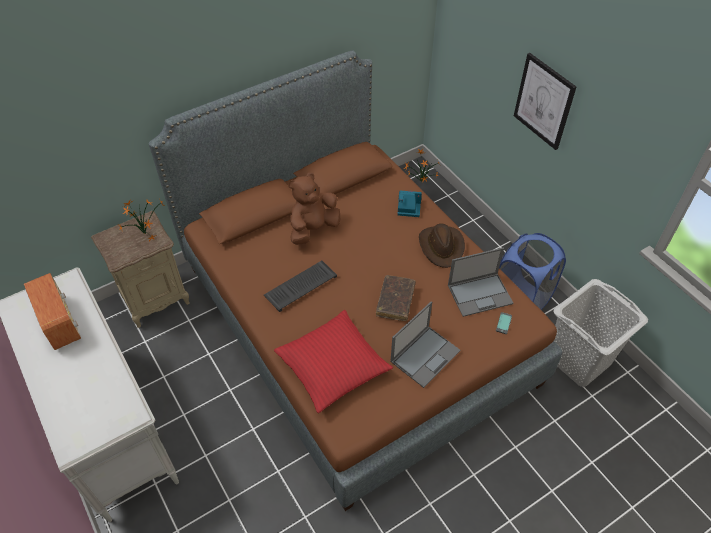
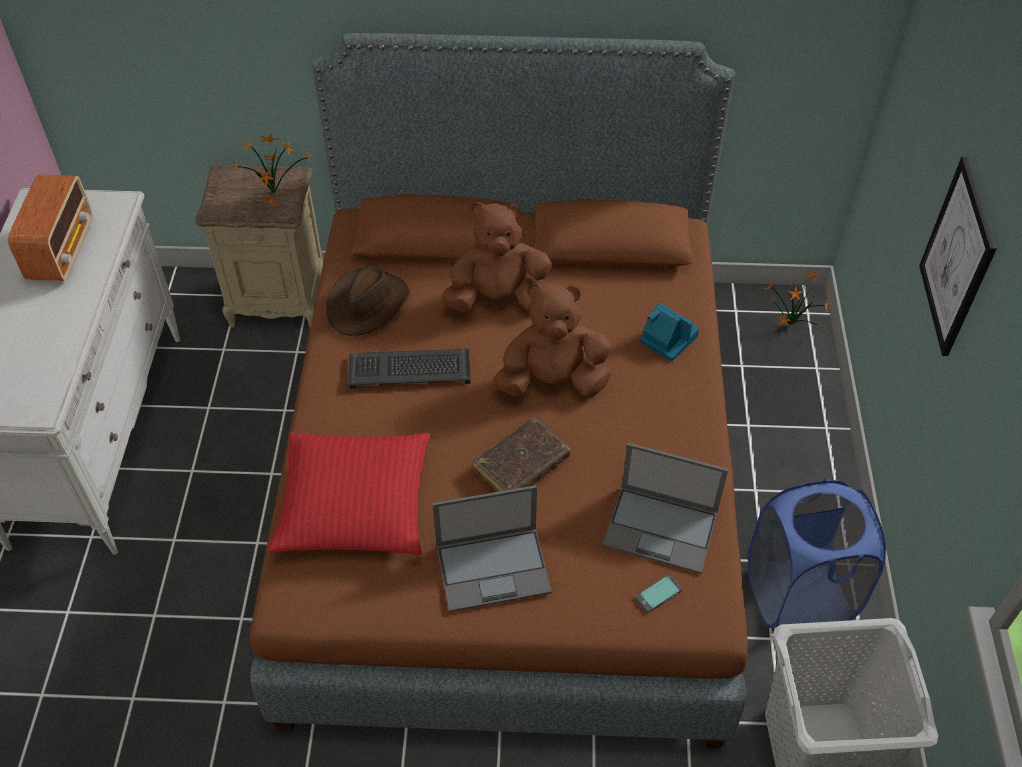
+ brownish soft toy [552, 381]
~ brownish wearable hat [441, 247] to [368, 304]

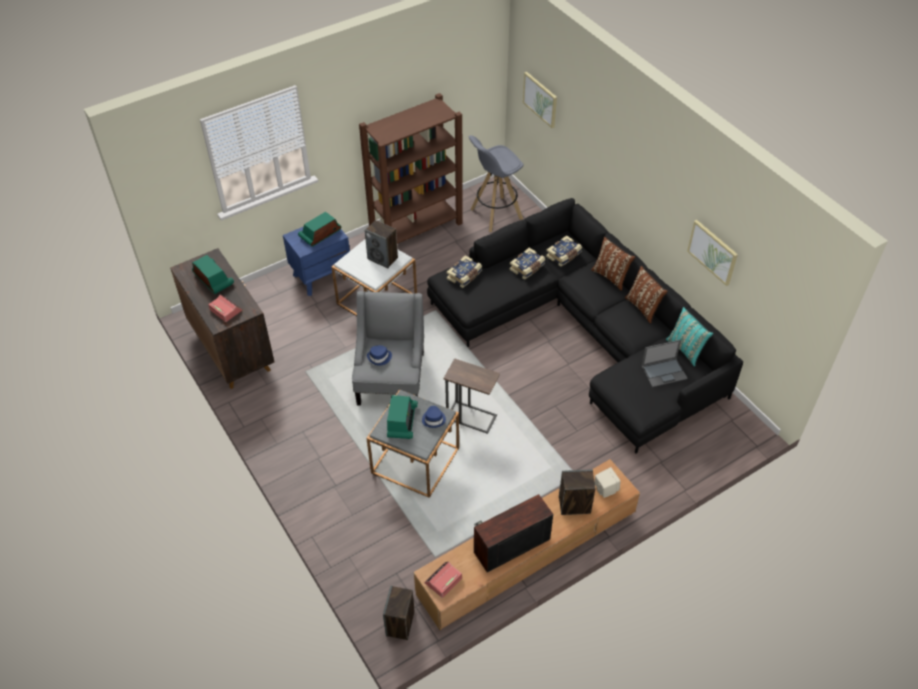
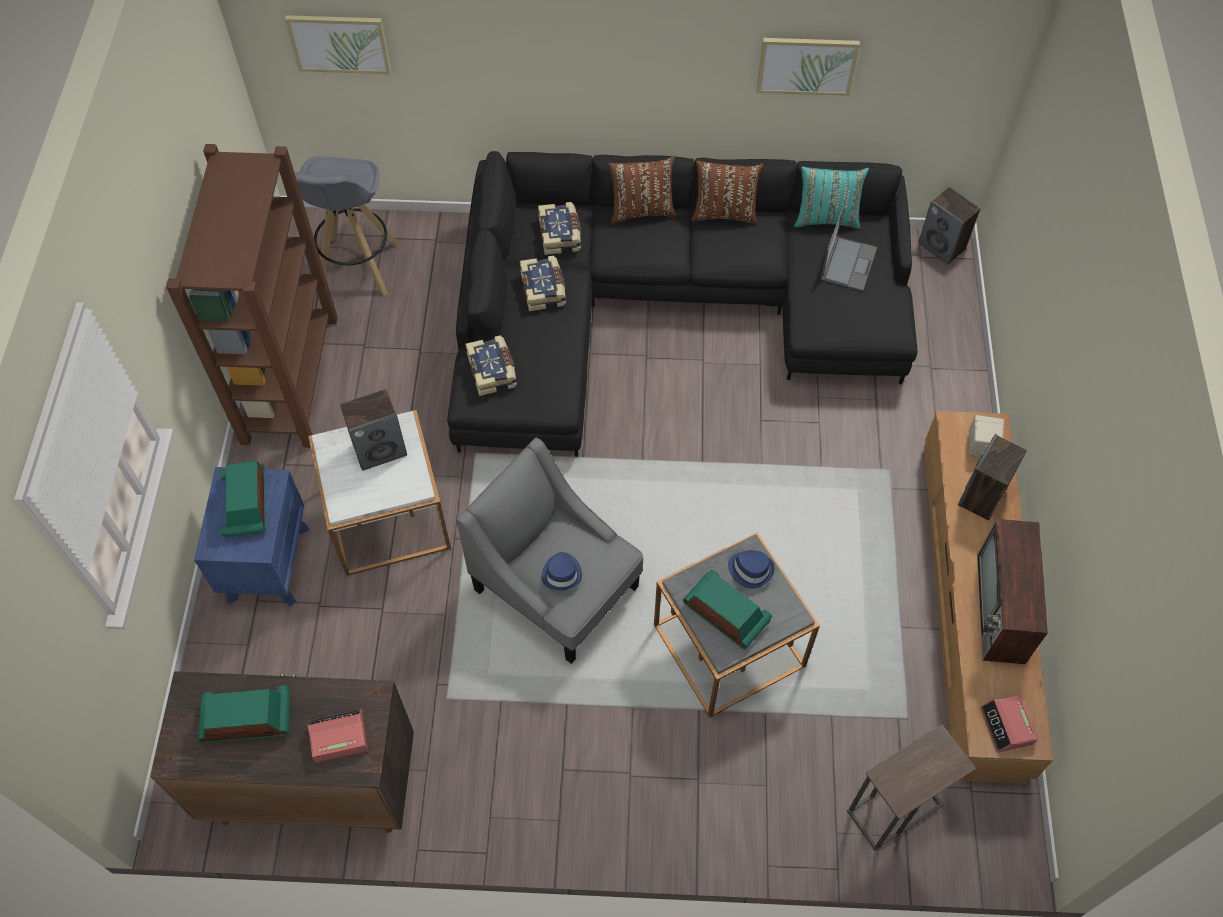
~ audio speaker [400, 624] to [942, 246]
~ brownish side table [470, 417] to [894, 809]

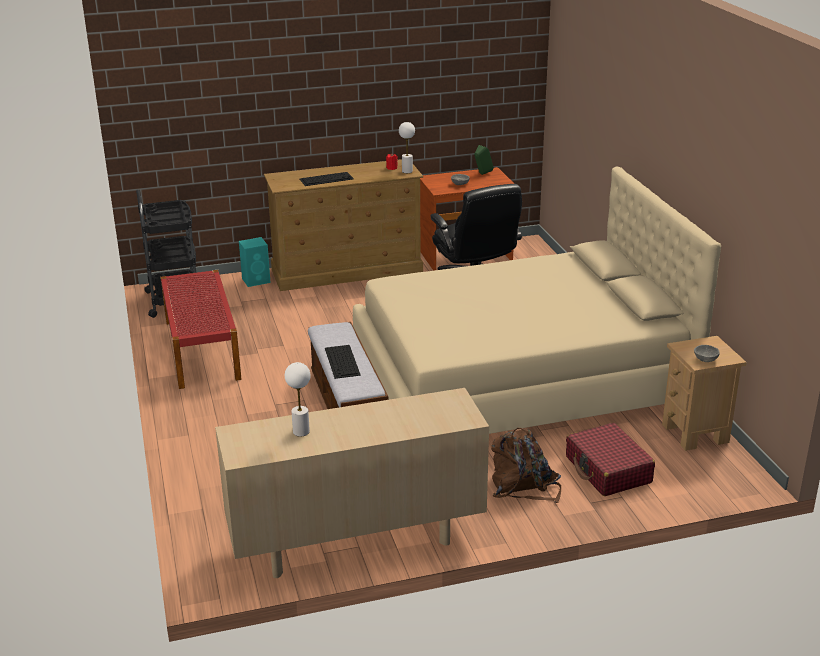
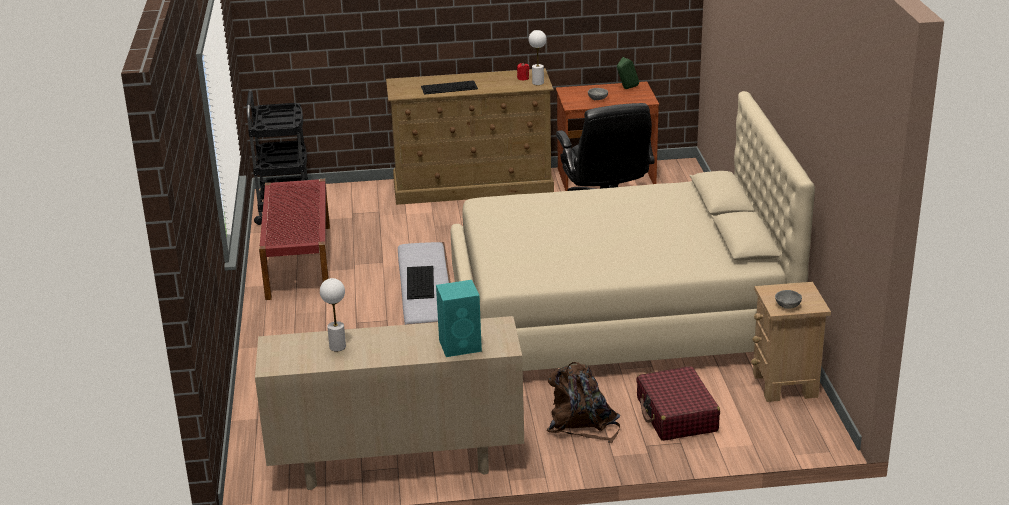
~ turquoise audio speaker [257, 280] to [461, 345]

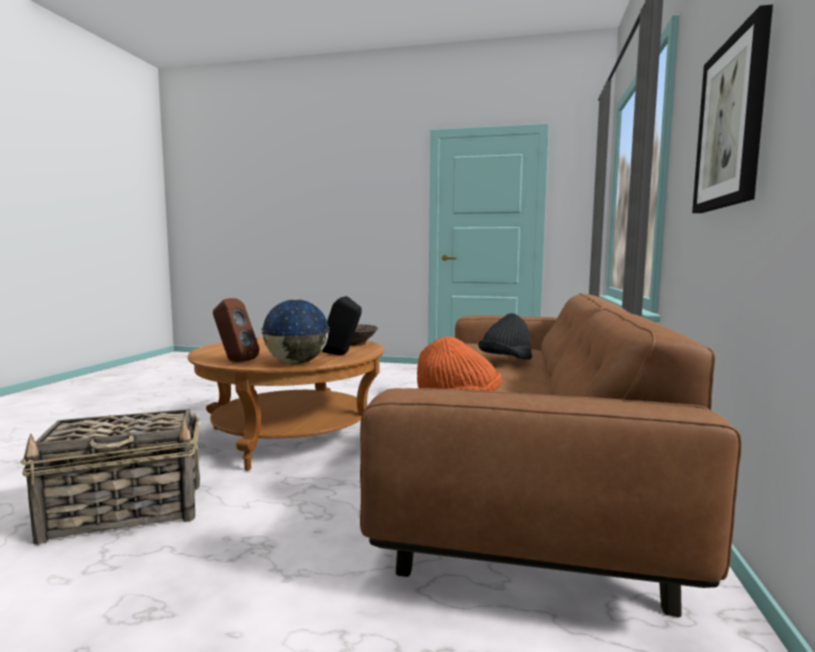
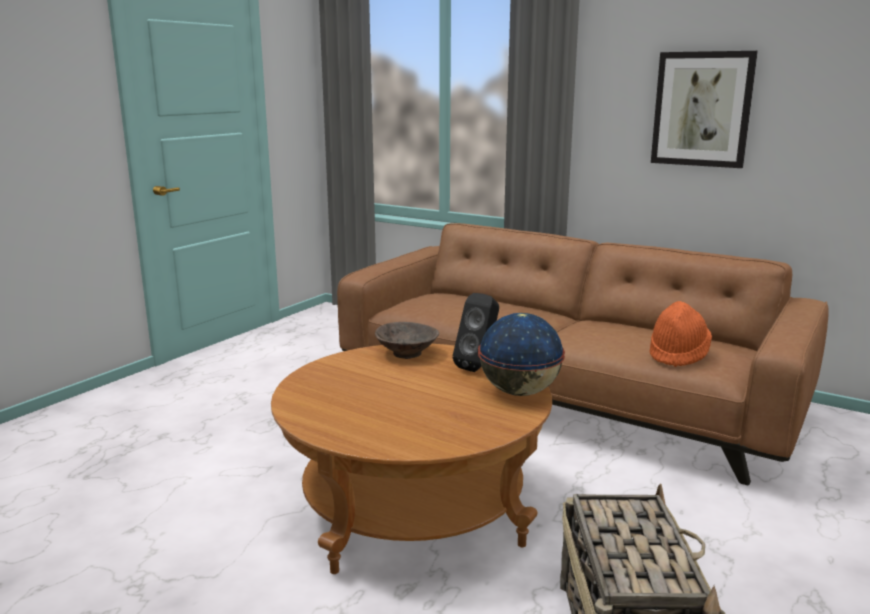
- brownish audio speaker [234, 361]
- blackish wearable hat [505, 360]

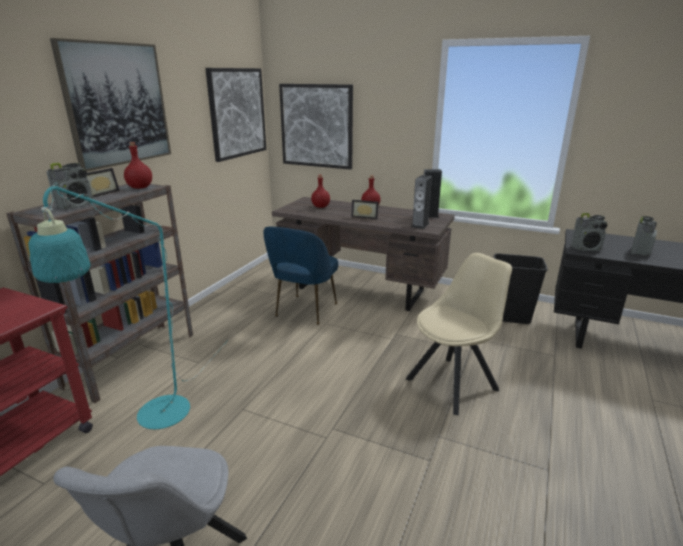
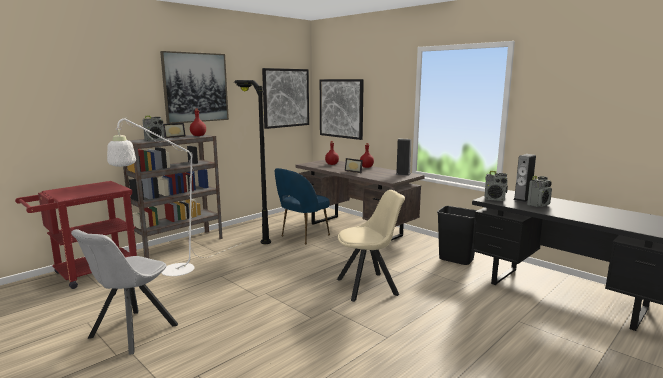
+ blackish standing lamp [255, 233]
~ audio speaker [420, 225] to [522, 199]
~ turquoise standing lamp [156, 421] to white standing lamp [170, 272]

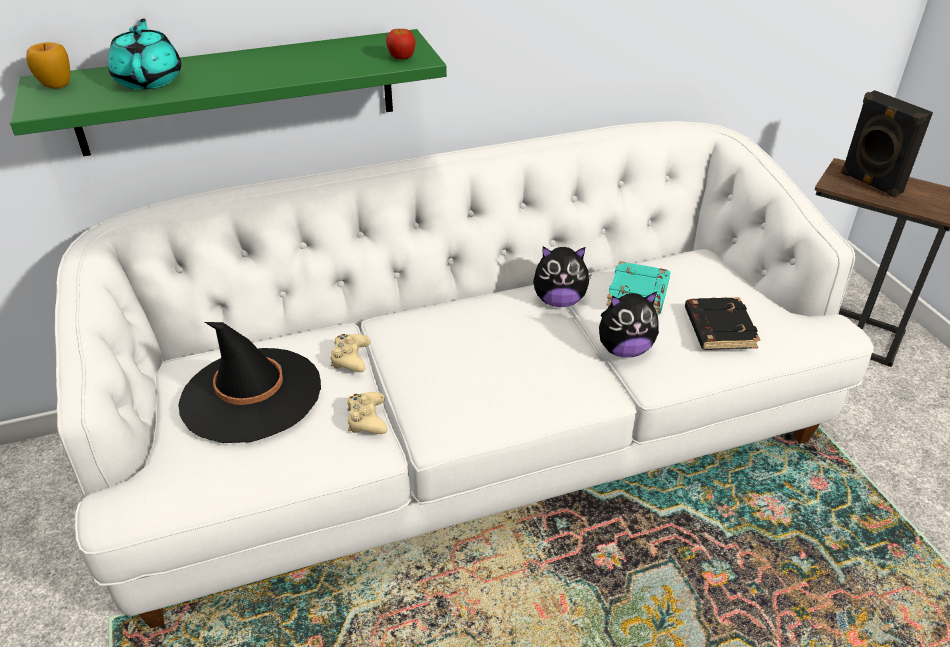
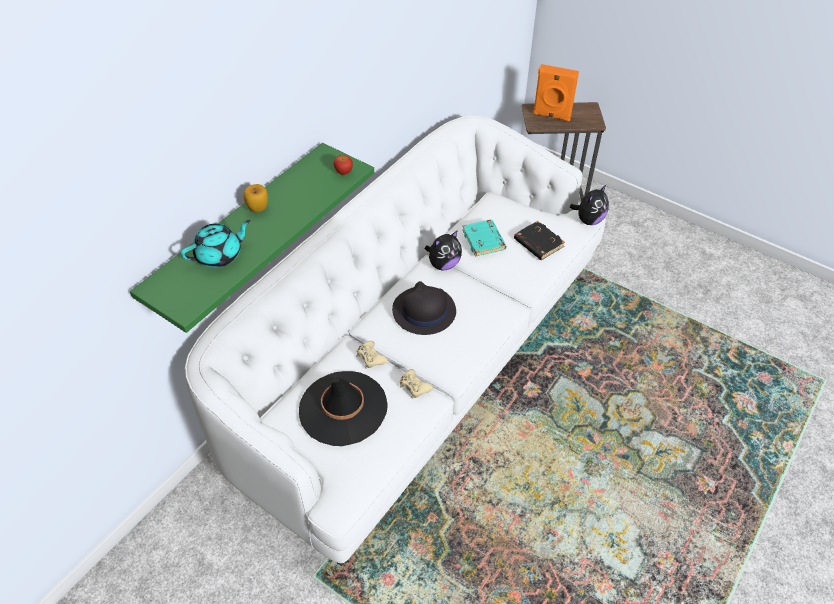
+ blackish wearable hat [423, 311]
~ apple fruit [57, 86] to [258, 209]
~ soft toy [624, 349] to [588, 220]
~ blackish audio speaker [870, 183] to orange-coloured audio speaker [551, 116]
~ turquoise tea pot [149, 79] = [220, 255] 105 degrees clockwise

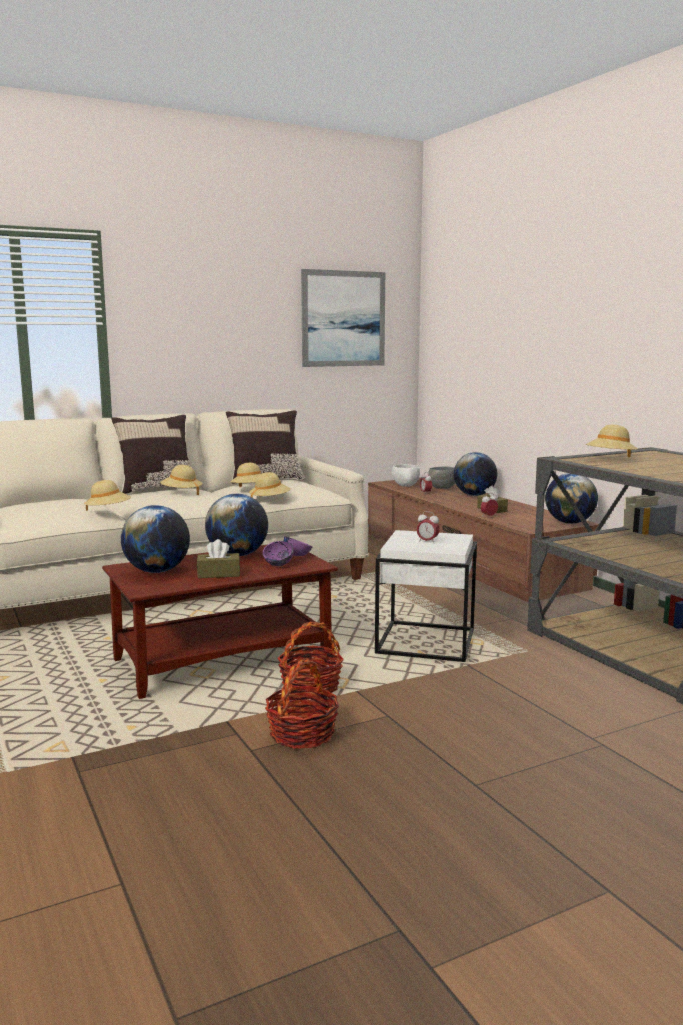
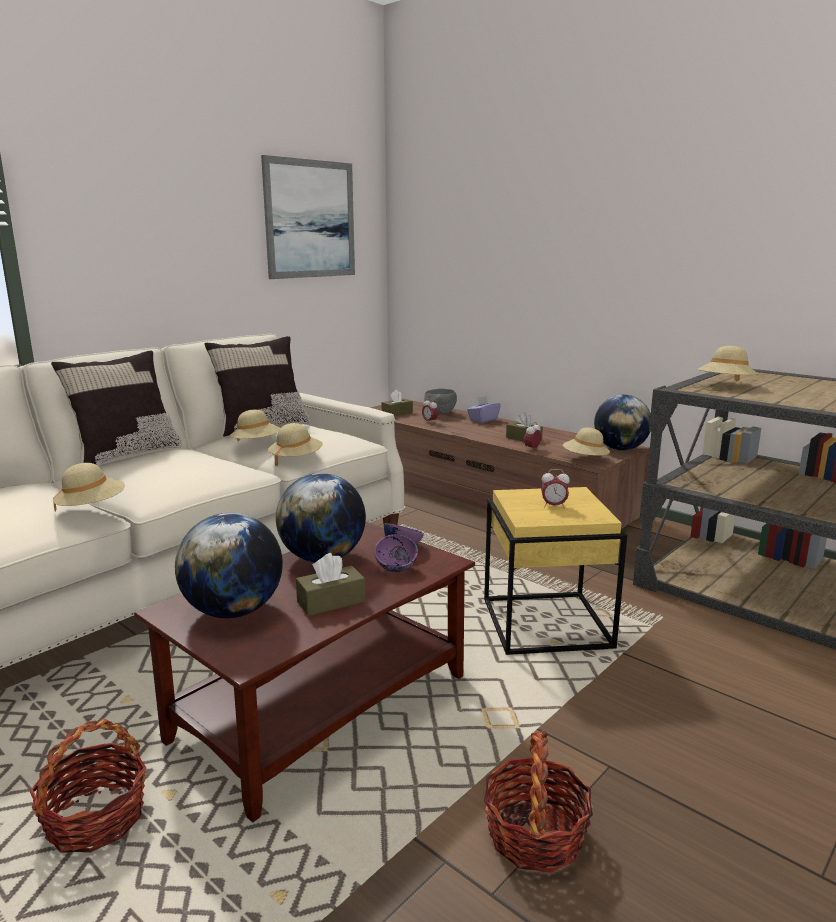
~ beige-coloured wearable hat [181, 493] to [585, 459]
~ household basket [310, 687] to [95, 819]
~ white bowl [405, 486] to brownish box of tissues [397, 413]
~ desk globe [474, 495] to purple-coloured box of tissues [483, 420]
~ white side table [427, 642] to yellow-coloured side table [547, 623]

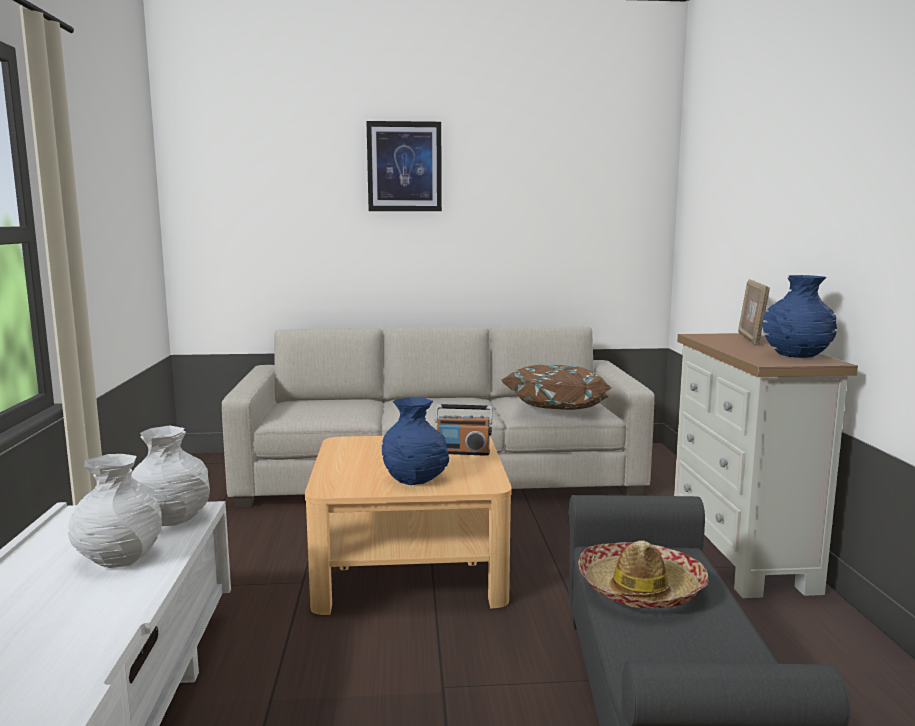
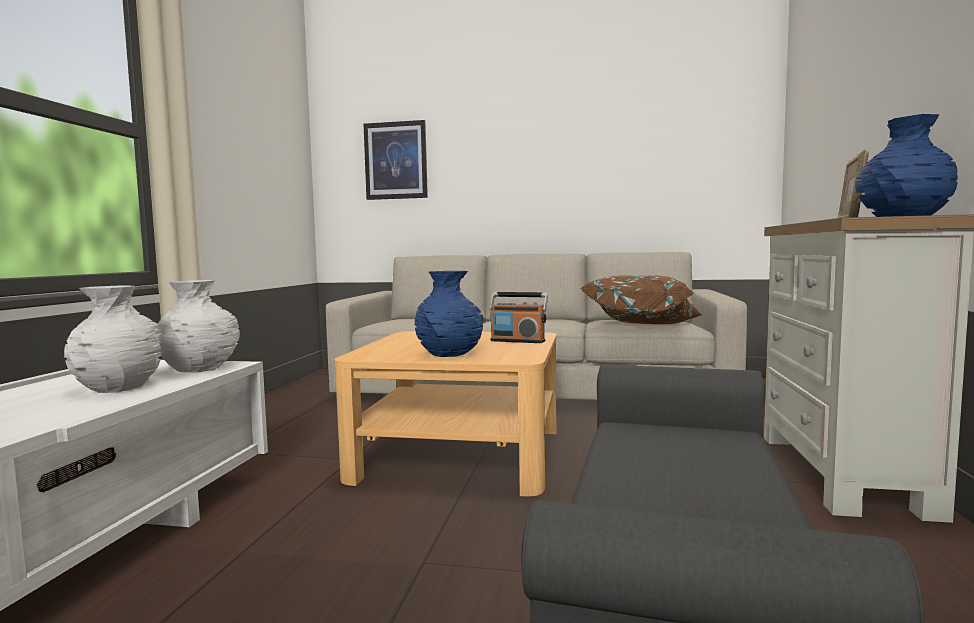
- wearable hat [640, 588]
~ picture [404, 167] to [396, 160]

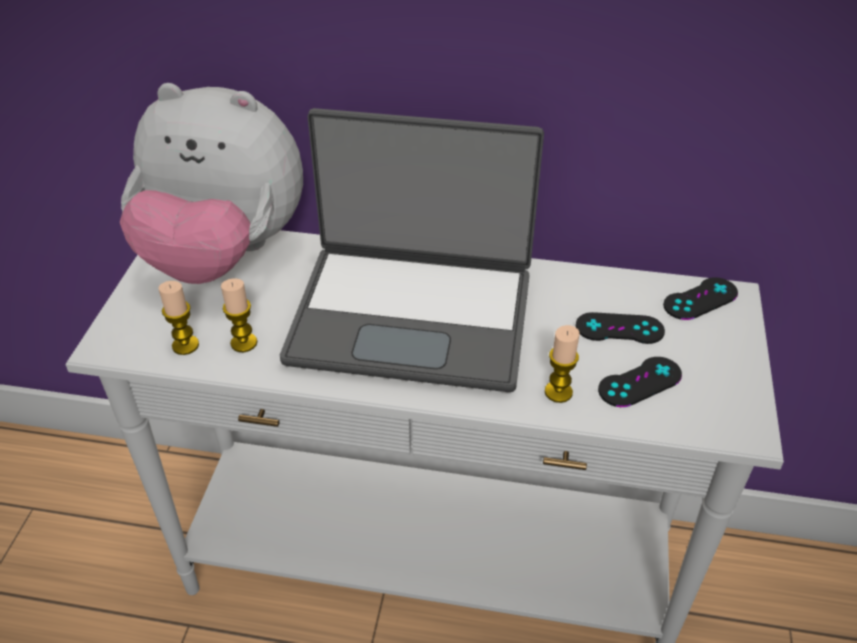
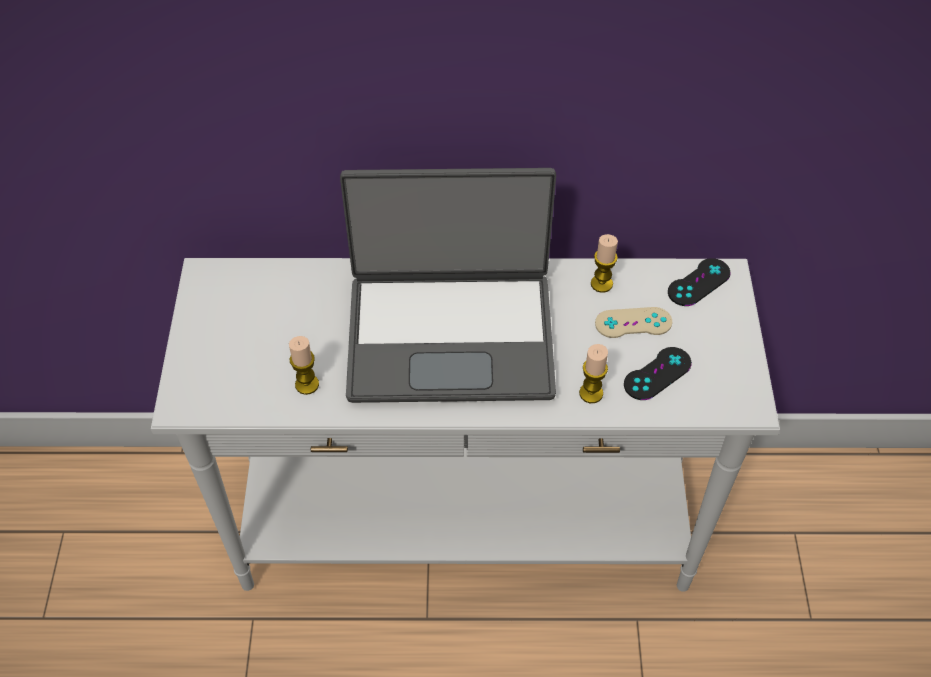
- soft toy [224, 255]
~ wax candle [185, 345] to [601, 284]
~ blackish gamepad [619, 329] to beige-coloured gamepad [633, 323]

